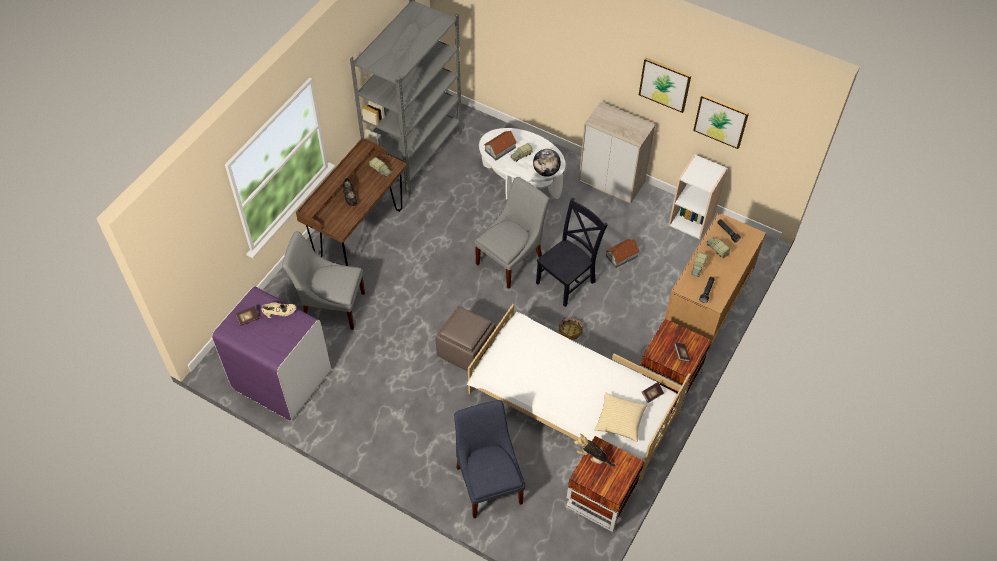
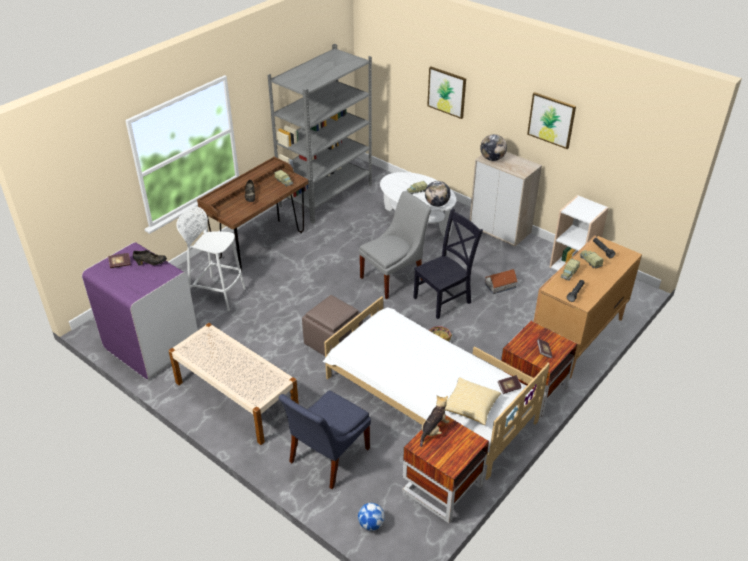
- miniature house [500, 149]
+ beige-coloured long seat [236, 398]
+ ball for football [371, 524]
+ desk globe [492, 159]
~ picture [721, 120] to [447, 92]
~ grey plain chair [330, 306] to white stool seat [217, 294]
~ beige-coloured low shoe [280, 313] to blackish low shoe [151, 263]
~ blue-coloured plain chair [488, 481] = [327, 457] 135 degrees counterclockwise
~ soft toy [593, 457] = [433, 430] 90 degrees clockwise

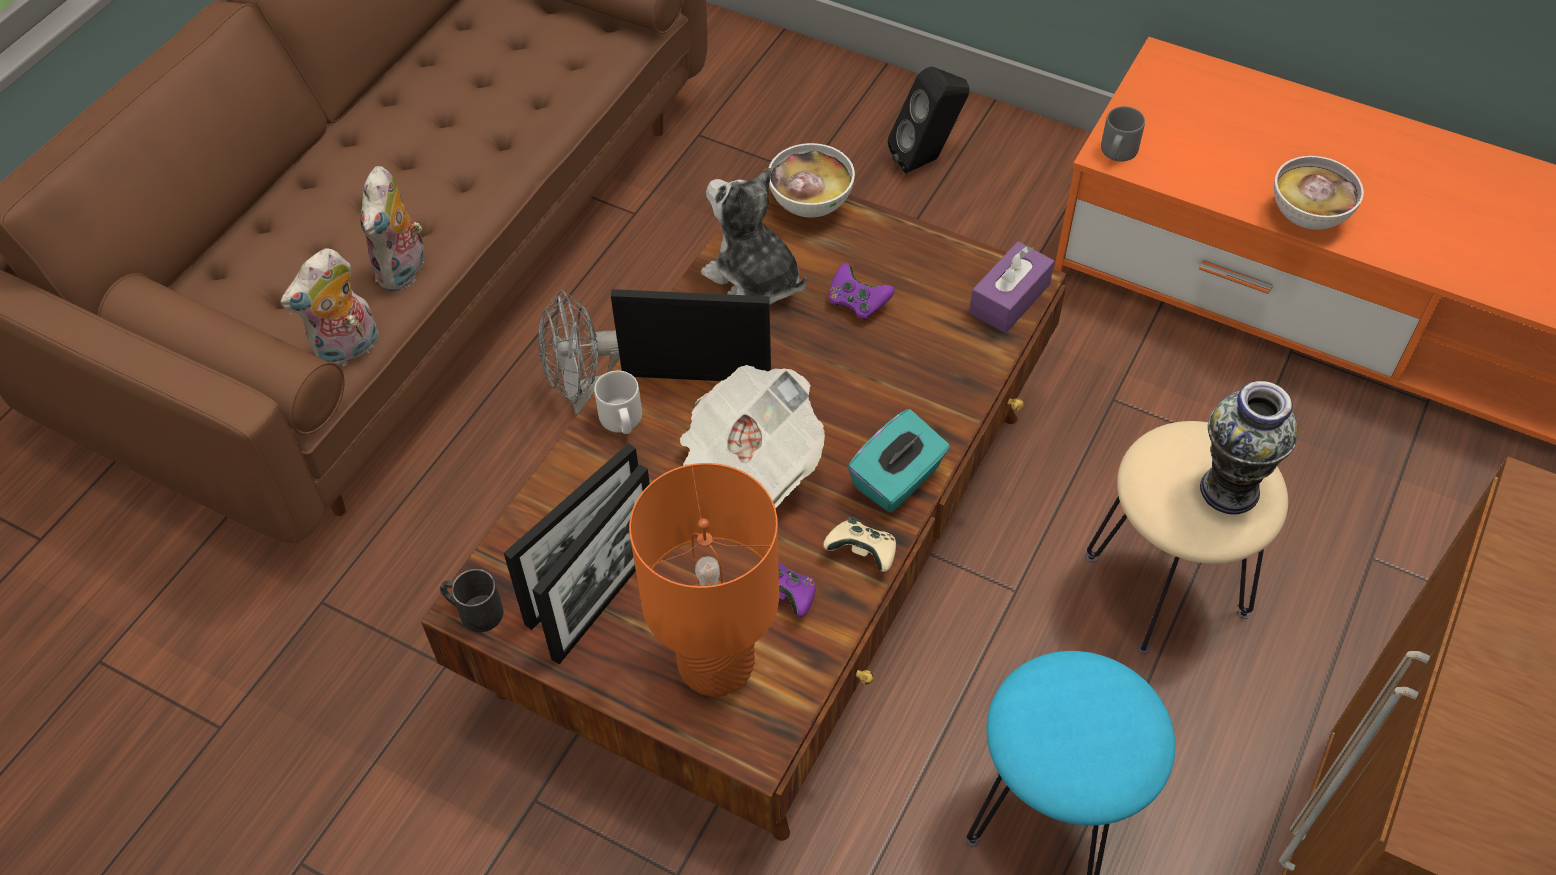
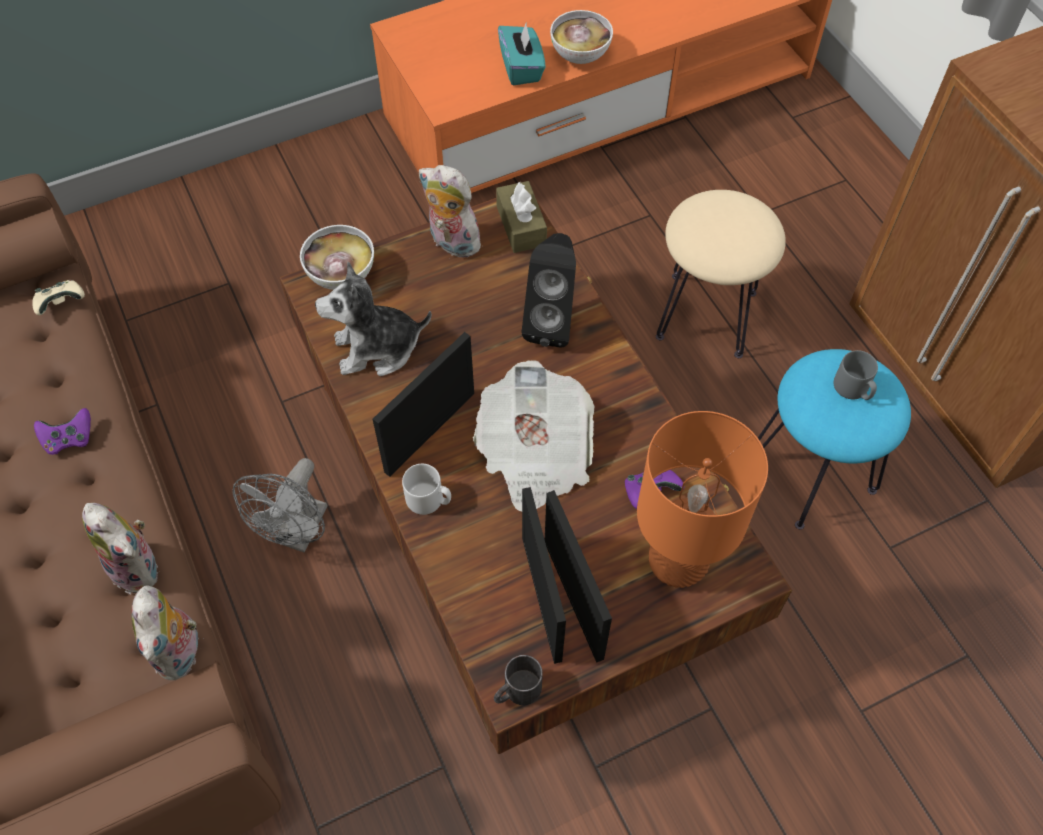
- flower vase [1230, 490]
+ soft toy [451, 243]
~ beige-coloured gamepad [863, 553] to [62, 304]
~ purple-coloured gamepad [857, 303] to [69, 439]
~ turquoise box of tissues [897, 480] to [521, 68]
~ blackish audio speaker [926, 159] to [551, 322]
~ grey tea mug [1117, 152] to [853, 389]
~ purple-coloured box of tissues [1009, 298] to brownish box of tissues [521, 226]

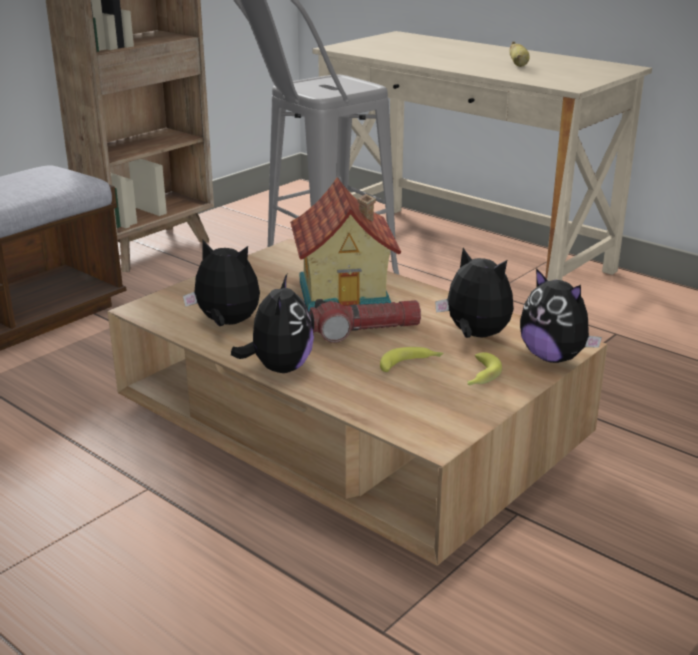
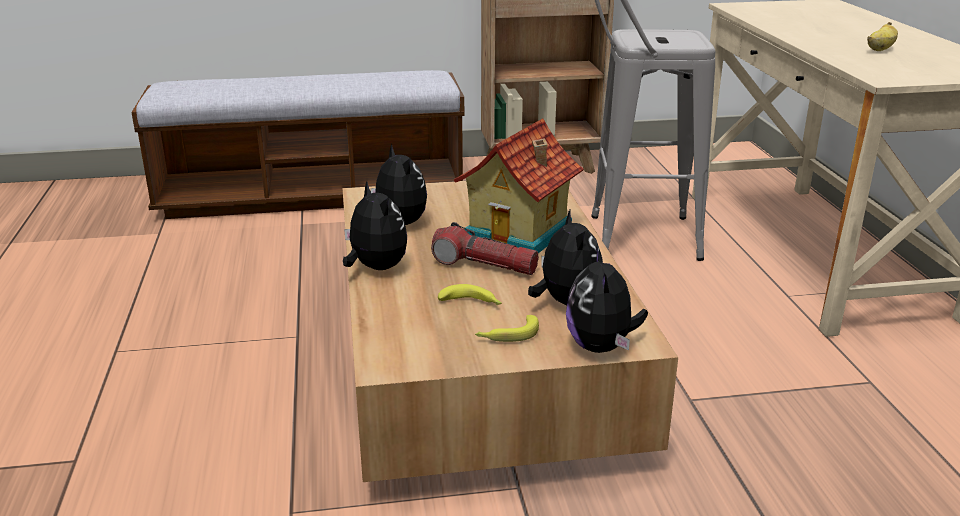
~ soft toy [279, 368] = [375, 268] 75 degrees counterclockwise

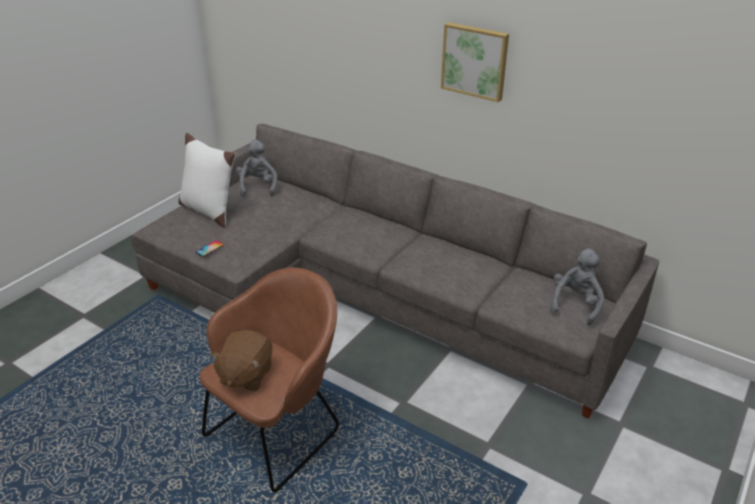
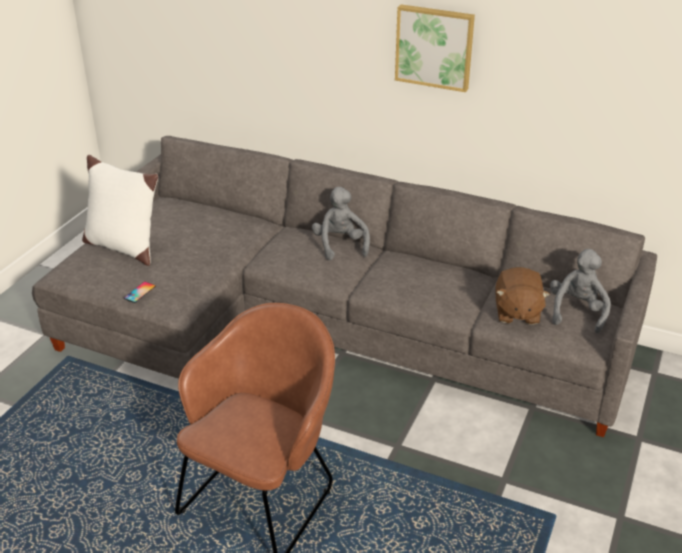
~ brownish soft toy [245, 375] to [516, 312]
~ grey soft toy [258, 186] to [340, 245]

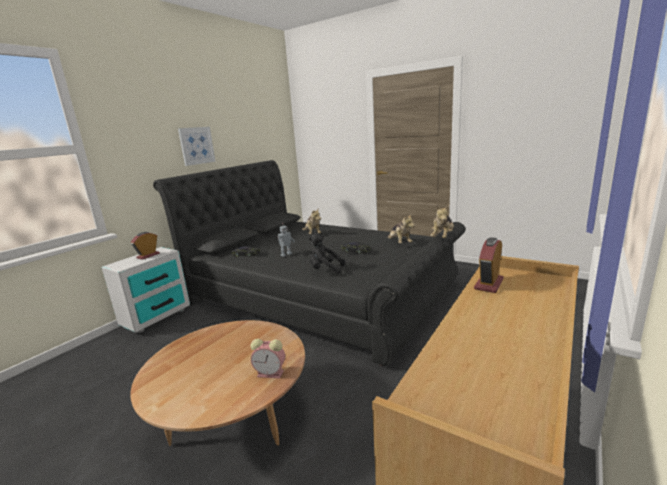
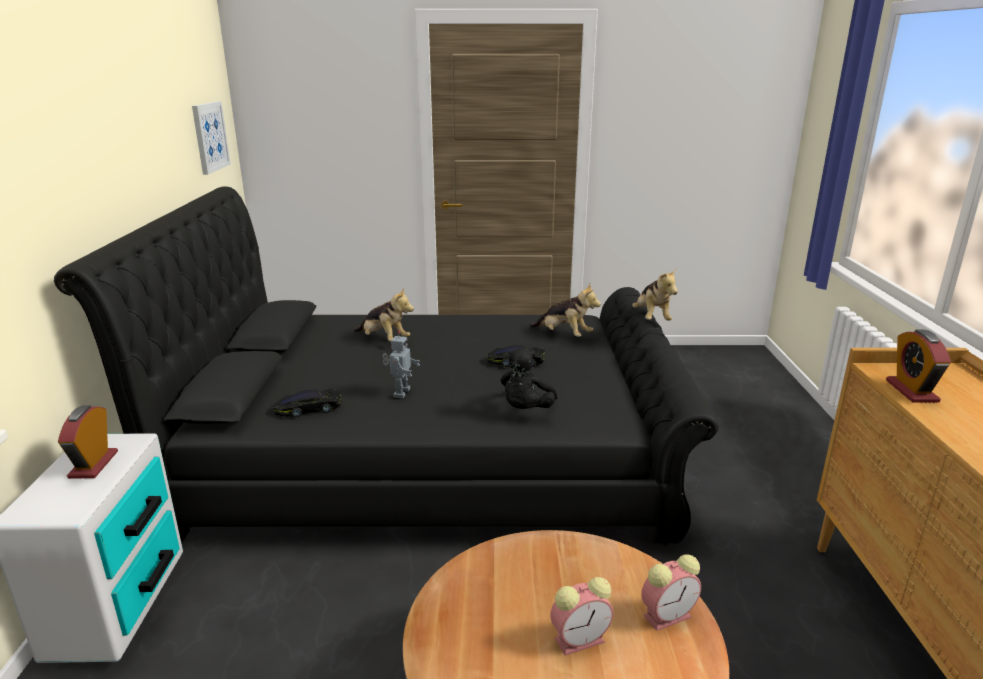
+ table clock [581, 639]
~ picture [196, 145] to [210, 137]
~ blackish soft toy [325, 270] = [526, 409] 45 degrees counterclockwise

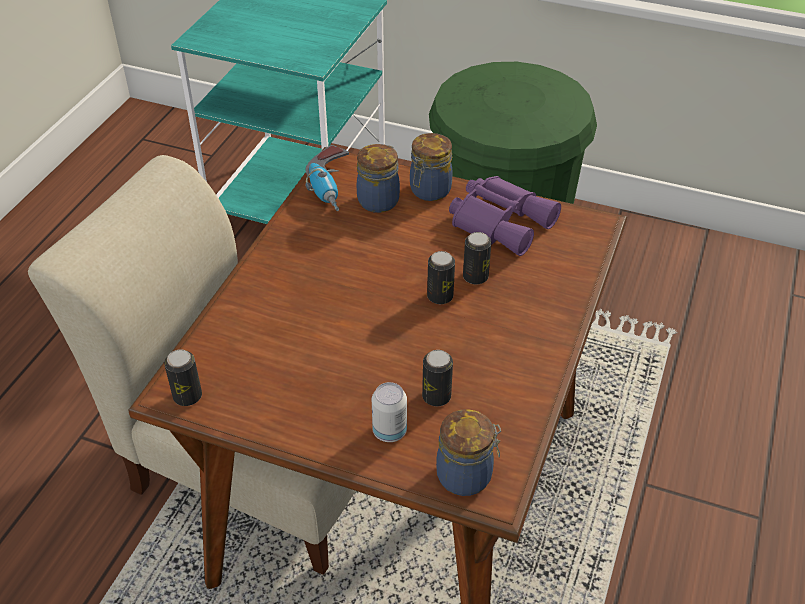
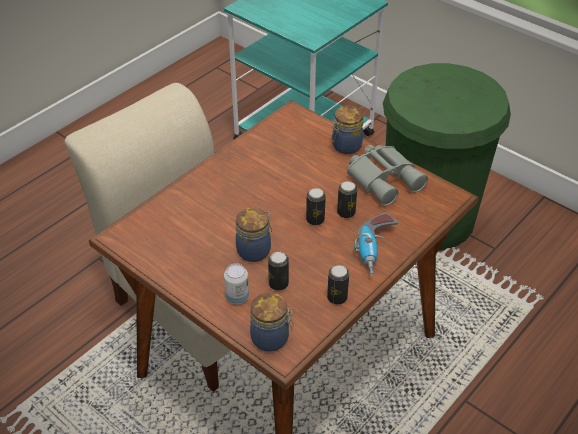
~ sealed can [187, 396] to [337, 297]
~ drill [333, 187] to [376, 250]
~ jar [379, 200] to [255, 250]
~ purple-coloured pair of binoculars [501, 220] to grey pair of binoculars [384, 178]

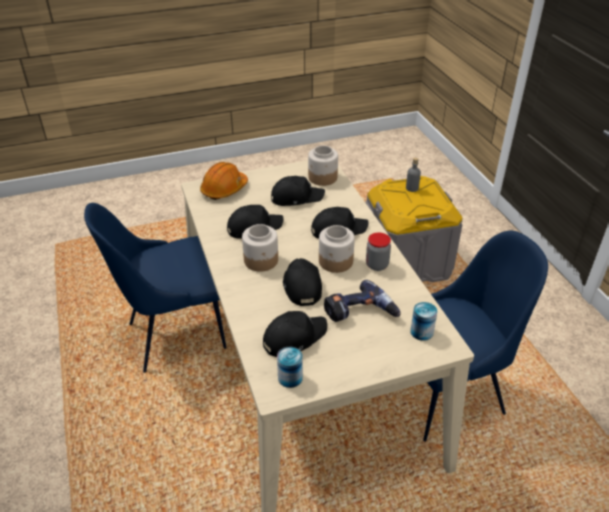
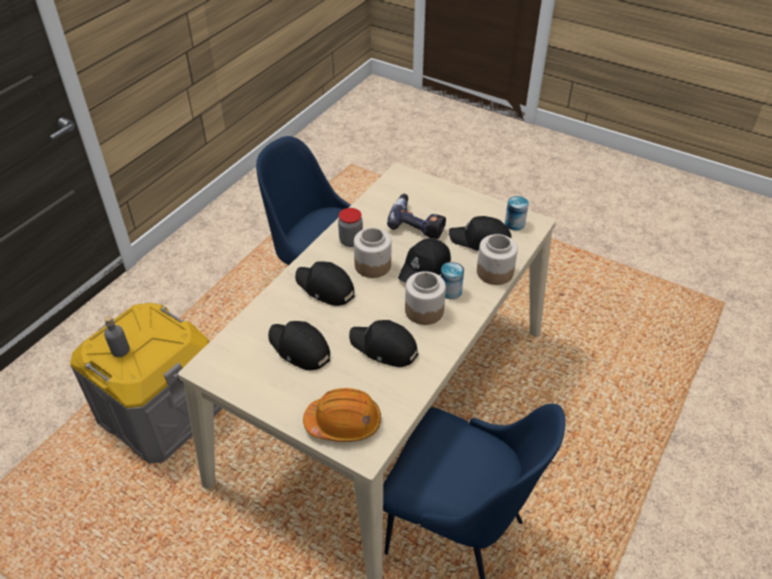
~ jar [322, 178] to [495, 272]
~ sealed can [421, 332] to [450, 291]

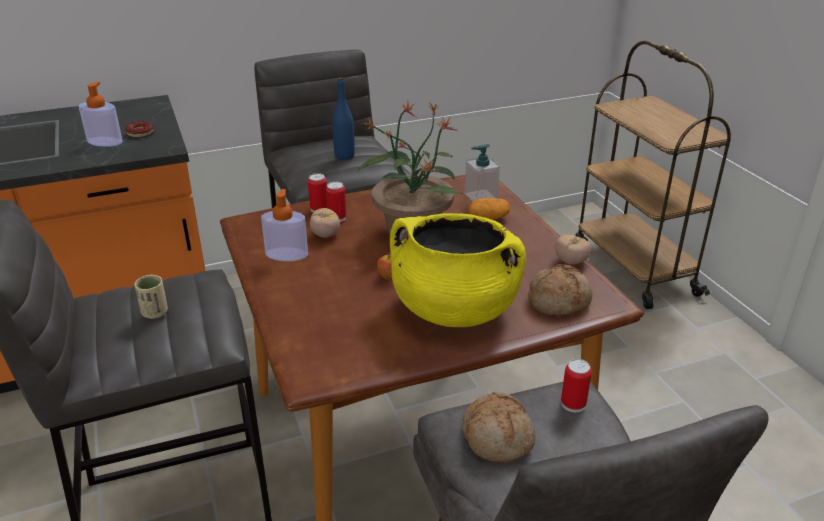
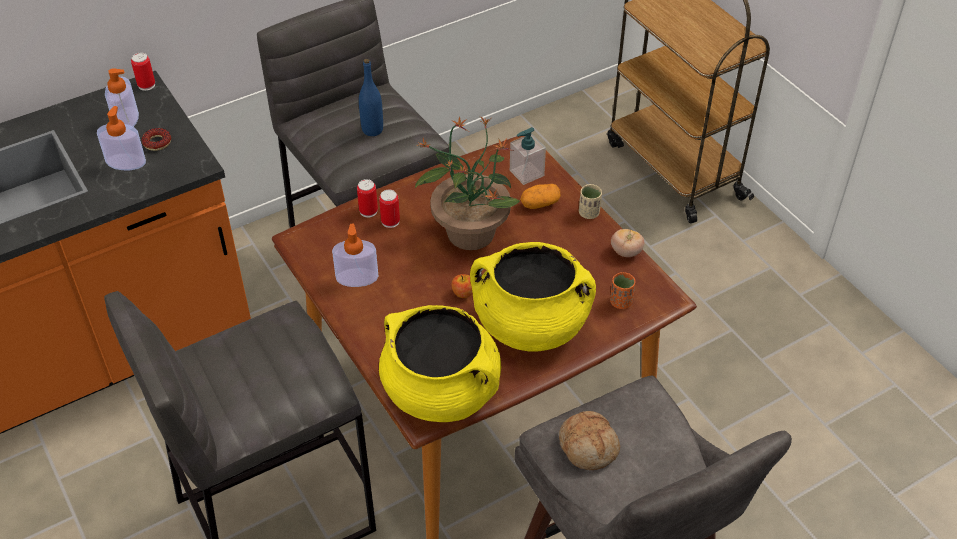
- tomato [325, 235]
+ soap dispenser [126, 119]
+ yellow-coloured cooking pot [442, 391]
~ beige-coloured small cup [155, 313] to [589, 213]
~ sealed can [573, 404] to [146, 85]
~ bakery bread [558, 300] to orange-coloured small cup [621, 302]

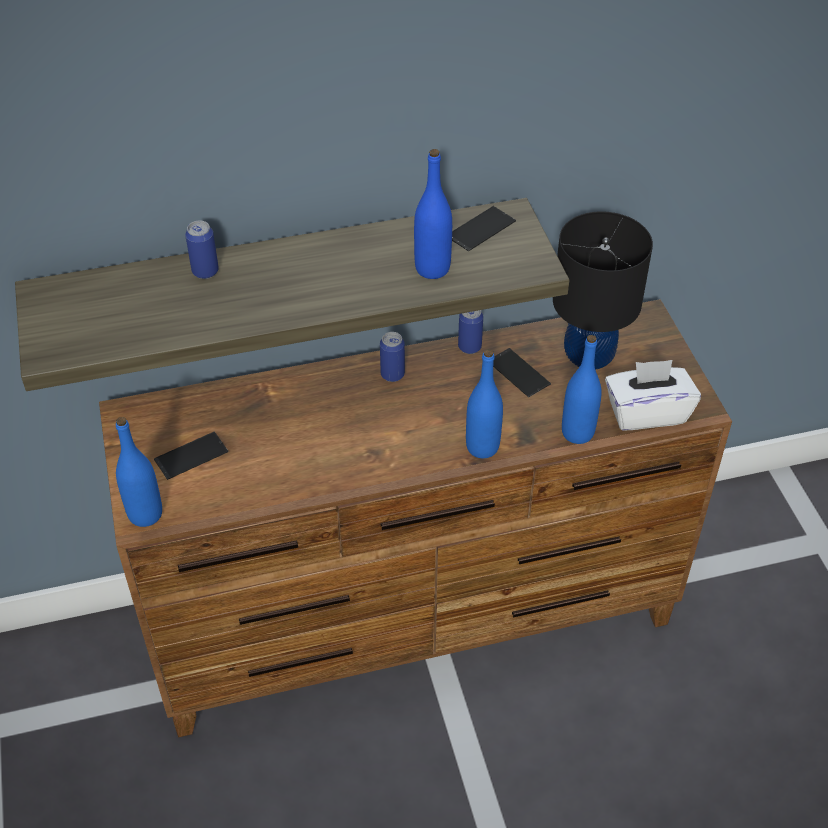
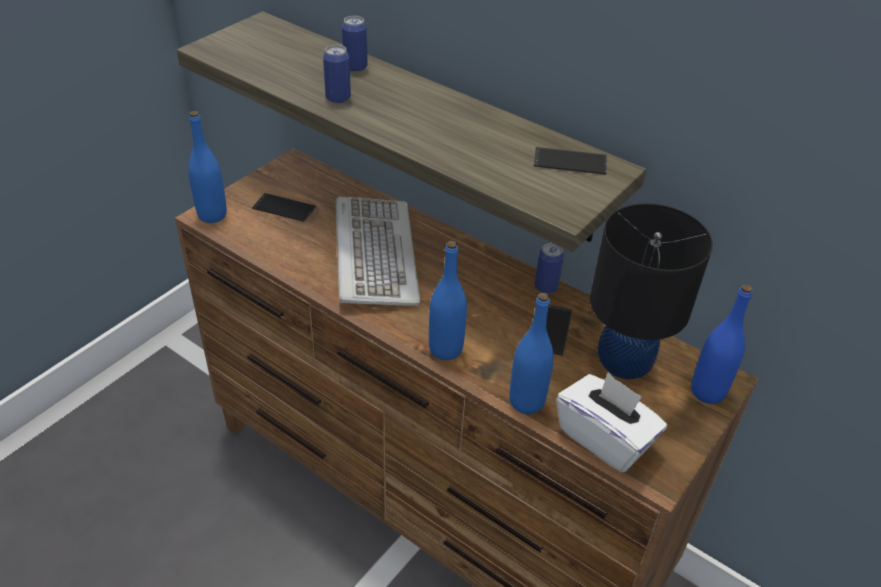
+ PC keyboard [373, 255]
~ sealed can [392, 374] to [338, 98]
~ blue-coloured drink bottle [432, 268] to [707, 392]

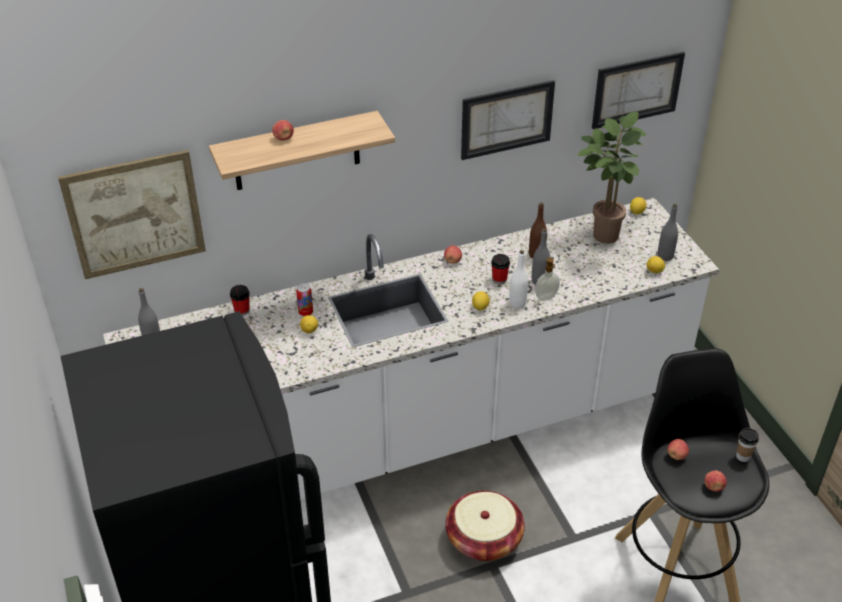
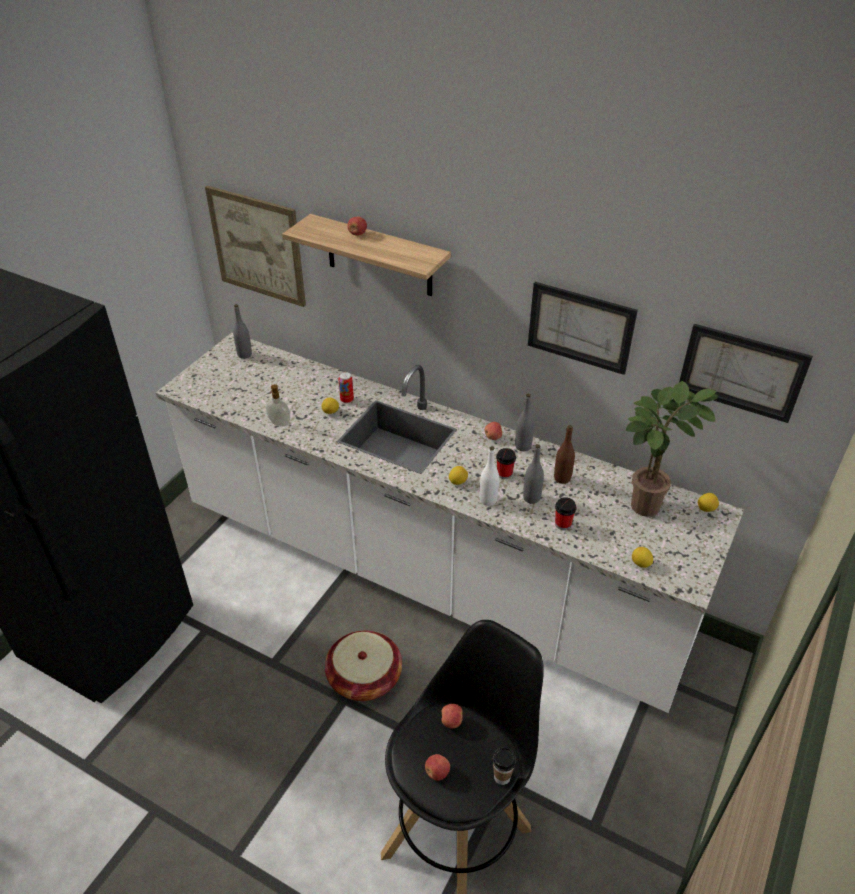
~ small cup [242, 310] to [563, 524]
~ soap dispenser [546, 297] to [279, 423]
~ grey drink bottle [665, 256] to [523, 446]

